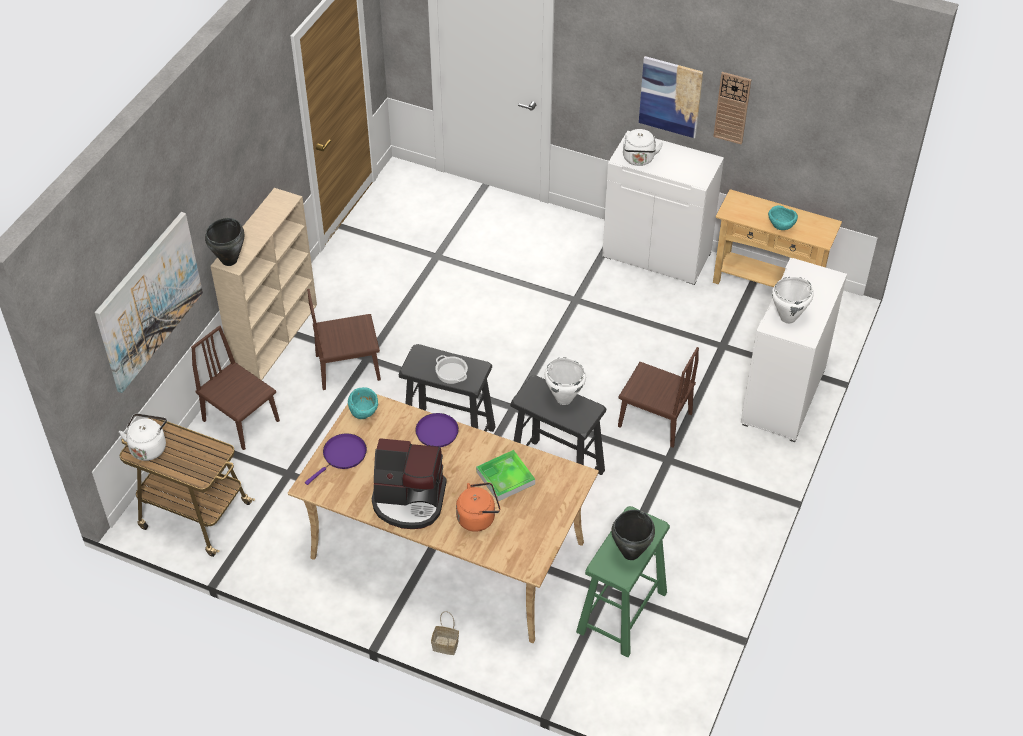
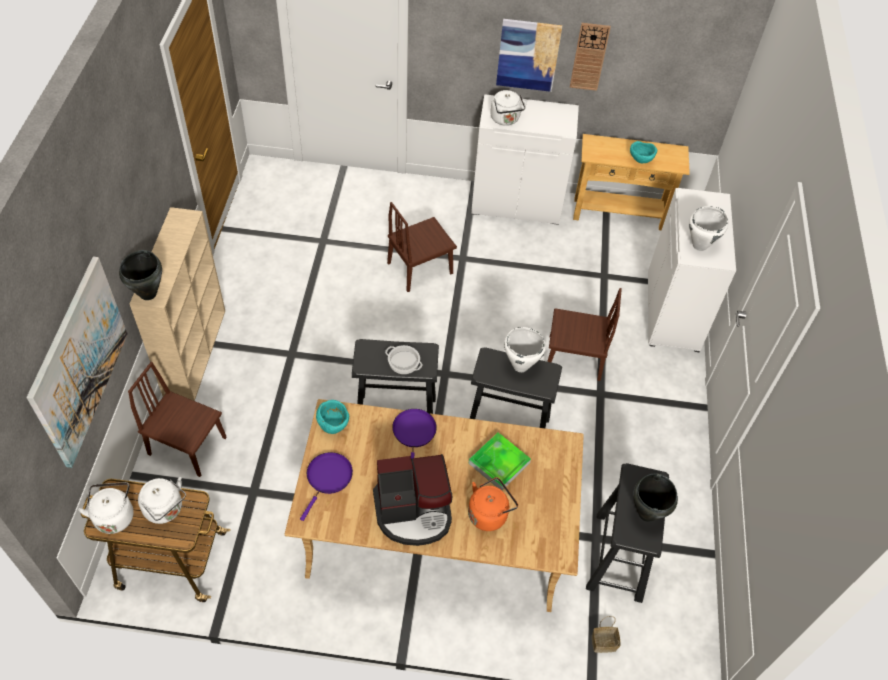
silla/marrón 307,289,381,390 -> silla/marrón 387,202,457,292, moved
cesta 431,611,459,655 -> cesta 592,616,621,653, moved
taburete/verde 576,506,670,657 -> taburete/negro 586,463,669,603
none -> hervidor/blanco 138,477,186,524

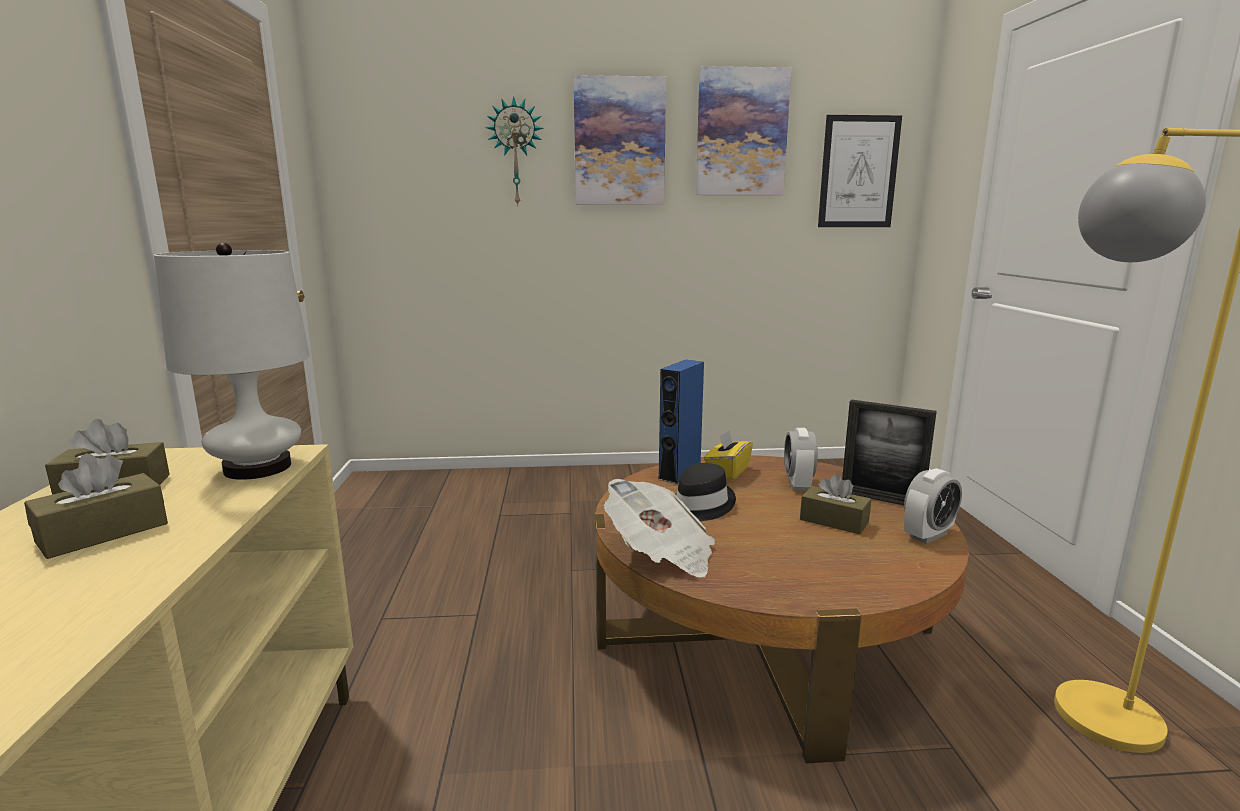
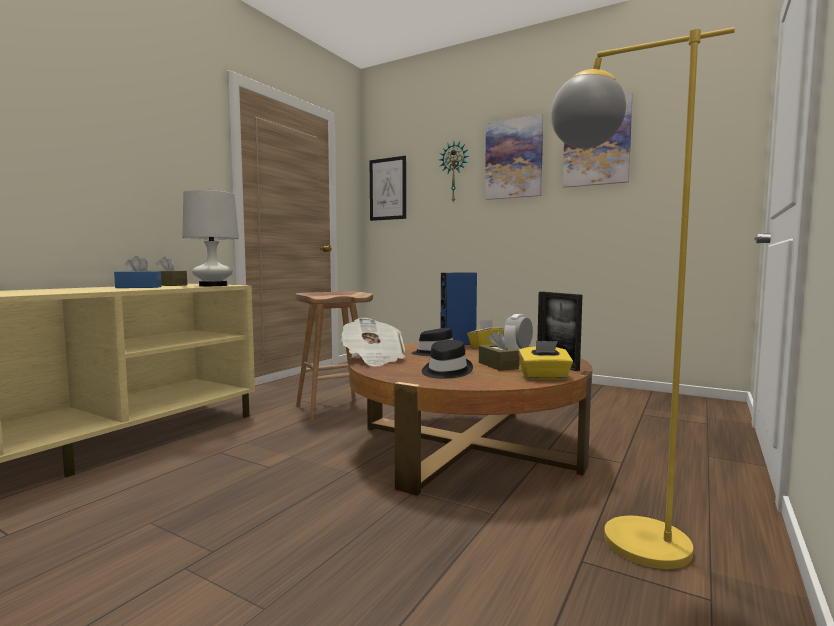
caja de pañuelos/marrón 24,454,168,559 -> caja de pañuelos/azul 114,256,162,288
cuadro 818,115,902,227 -> cuadro 370,156,406,221, moved
despertador 904,468,962,544 -> caja de pañuelos/amarillo 518,341,573,380
none -> taburete/marrón 295,292,373,421
none -> sombrero/negro 422,340,473,379

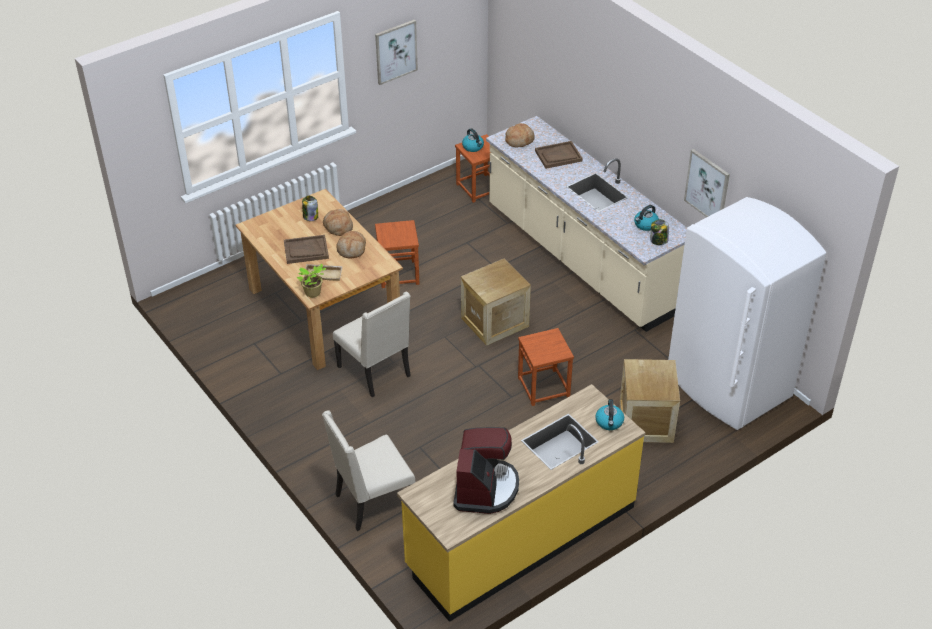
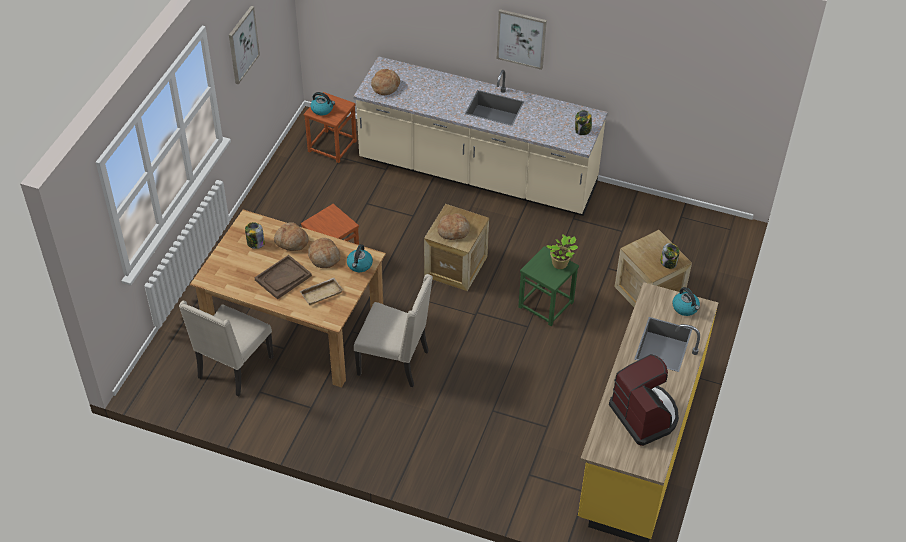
planta en maceta 297,264,327,297 -> planta en maceta 546,234,578,269, moved
silla/beis 322,410,415,531 -> silla/beis 179,301,274,397, moved
taburete/marrón 518,328,574,406 -> taburete/verde 518,246,579,326
bandeja/marrón 535,141,583,169 -> none
hervidor 634,205,659,231 -> hervidor 347,244,373,272, moved
nevera/blanco 668,197,827,430 -> none
cuadro 684,149,730,217 -> cuadro 497,9,547,70, moved
none -> pan 437,213,470,240
none -> tarro 661,243,679,269

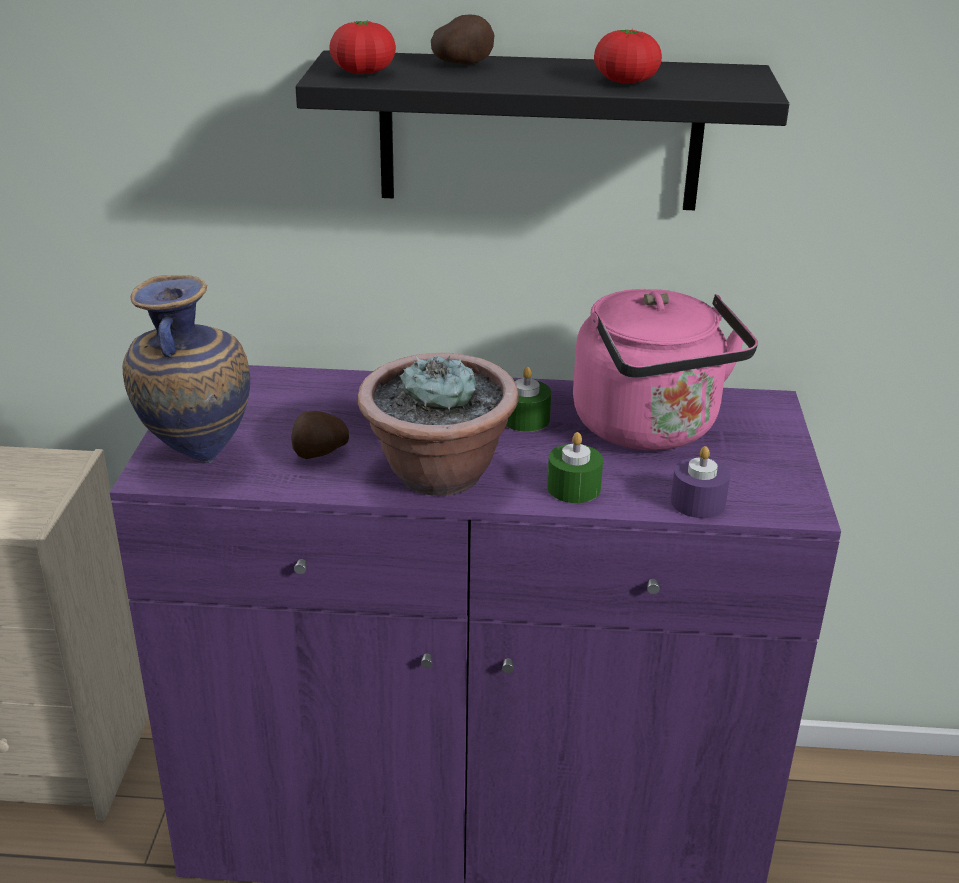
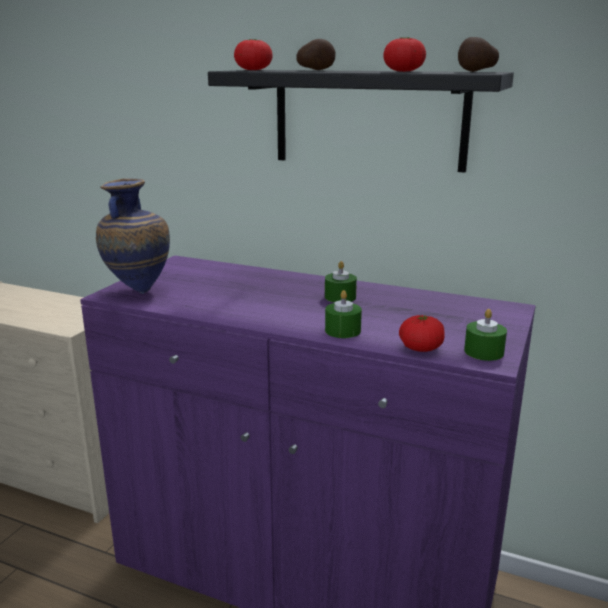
patata 291,411,349,459 -> patata 458,37,499,72, moved
planta en maceta 358,353,519,496 -> none
hervidor/rosa 573,289,758,450 -> none
vela/morado 671,446,730,518 -> tomate 399,315,445,352
none -> vela/verde 464,309,507,361

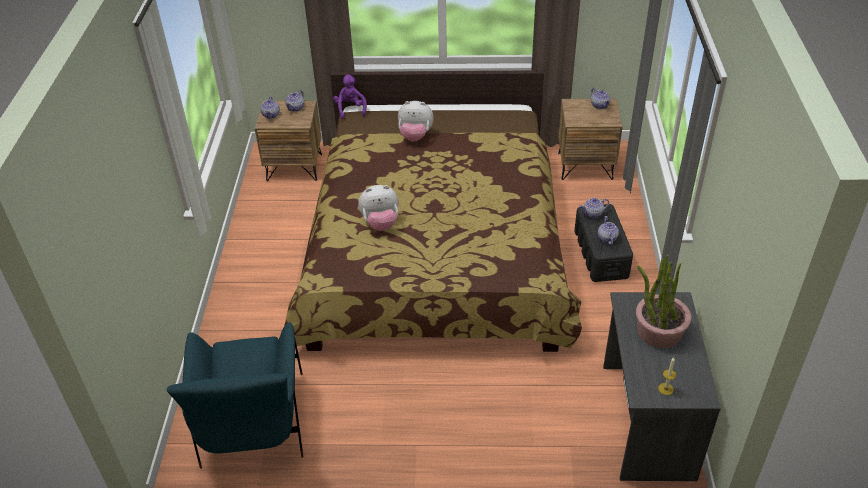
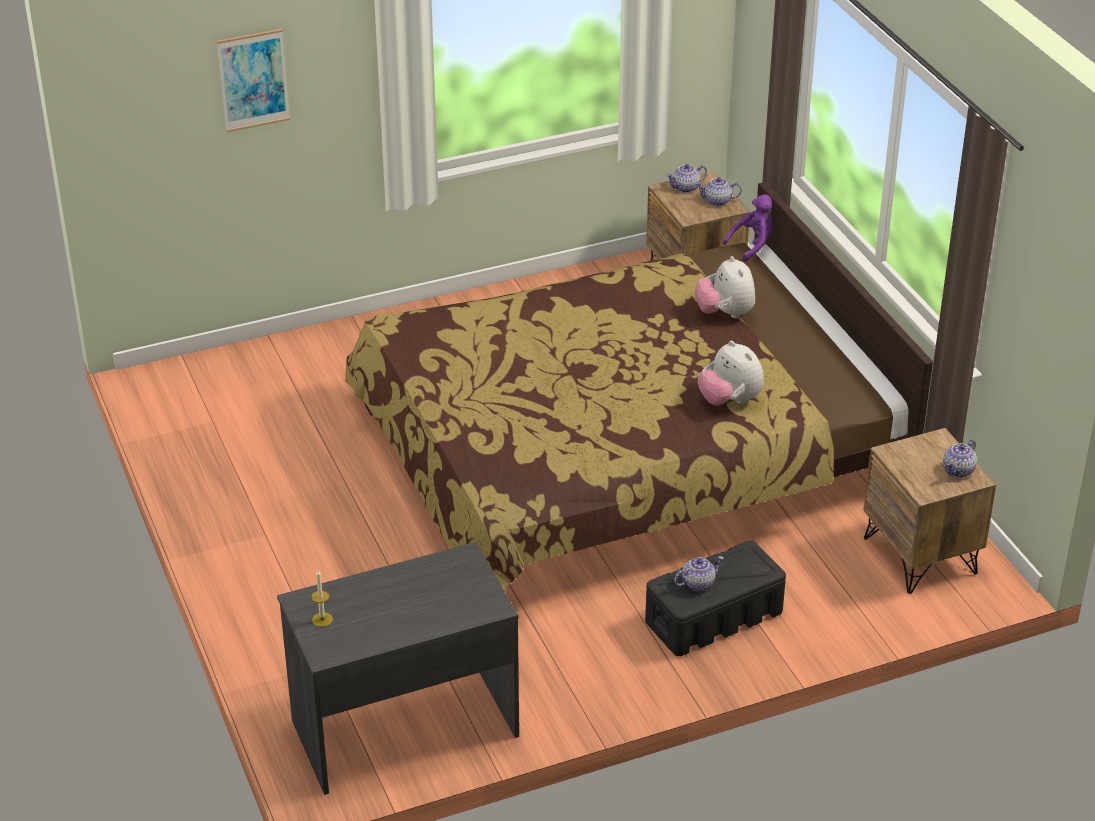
sillón/azul 167,322,303,469 -> none
peluche 358,185,398,231 -> peluche 698,341,764,405, moved
tetera 579,198,609,218 -> none
planta en maceta 636,255,691,348 -> none
none -> cuadro 217,29,290,132

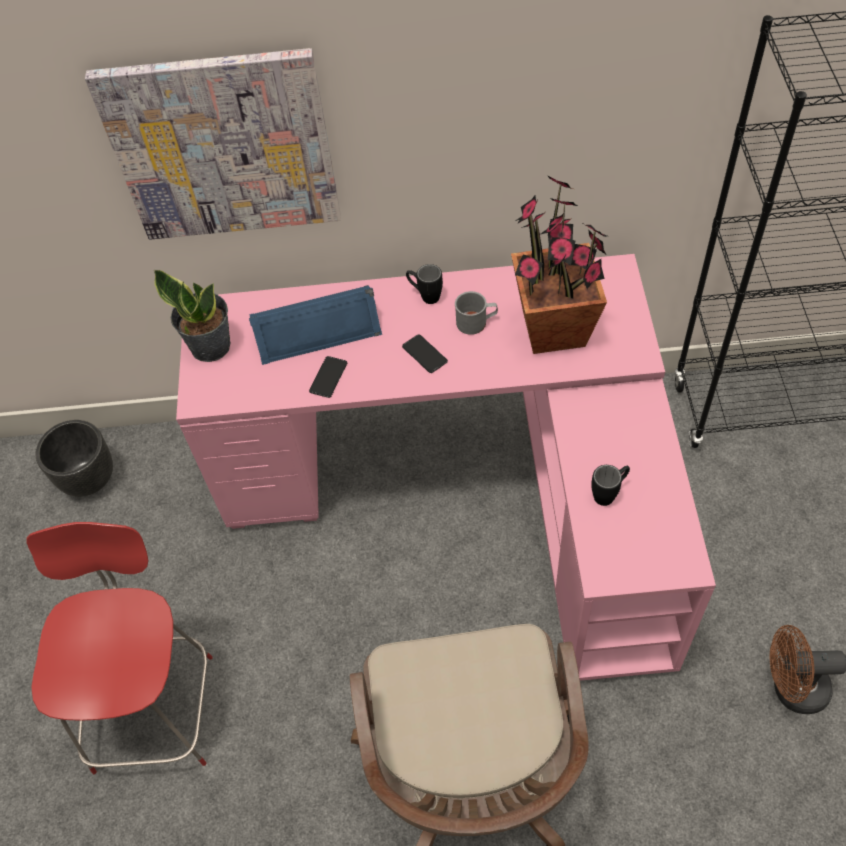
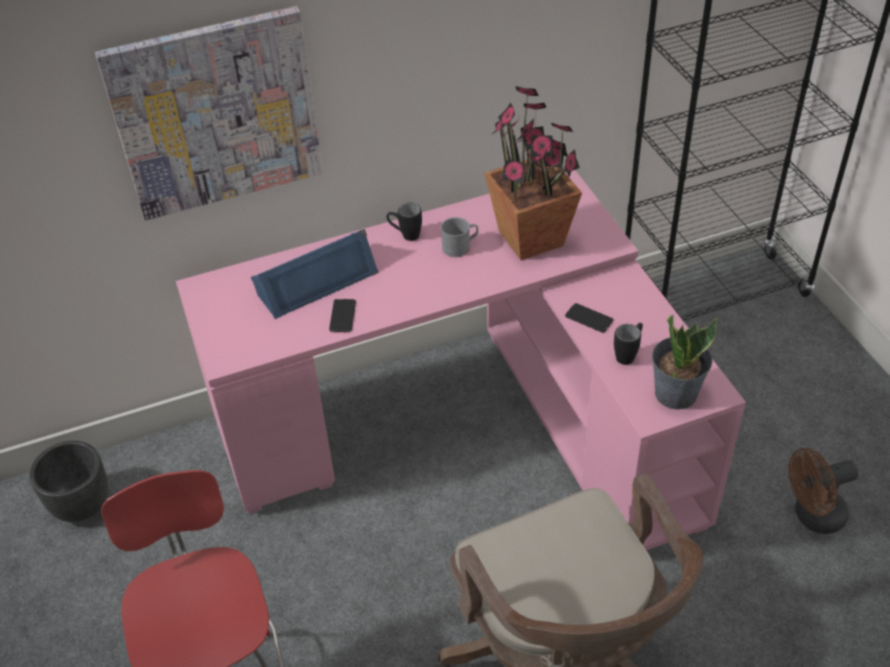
planta en maceta 154,270,231,362 -> planta en maceta 652,314,718,410, moved
móvil 402,334,448,373 -> móvil 565,303,614,333, moved

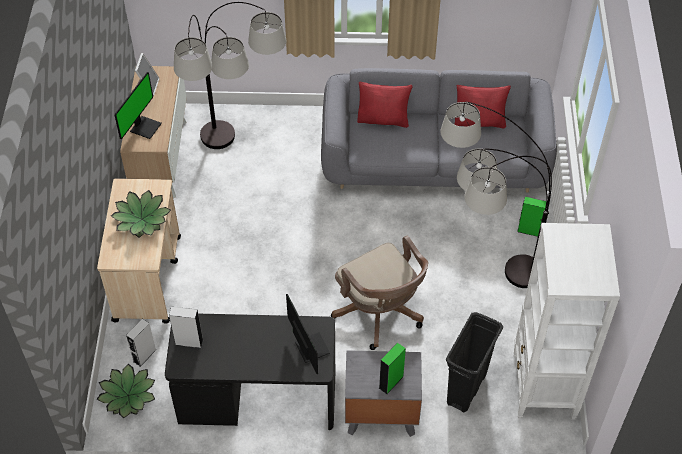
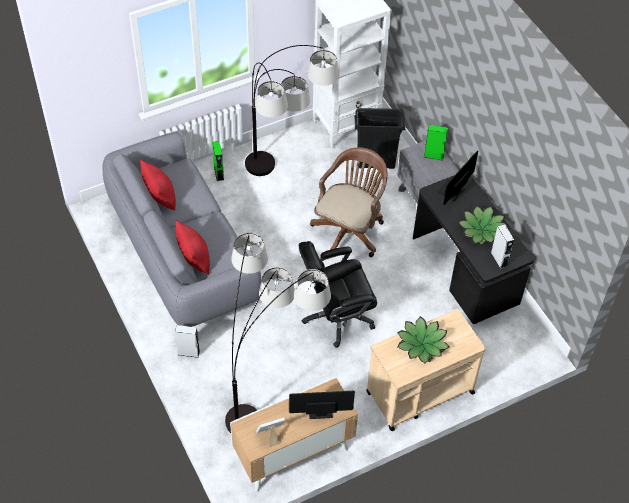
planta en maceta 97,363,155,418 -> planta en maceta 458,206,509,245, moved
altavoz/gris 126,319,156,367 -> altavoz/gris 175,325,200,358, moved
none -> silla de oficina/negro 299,241,377,348

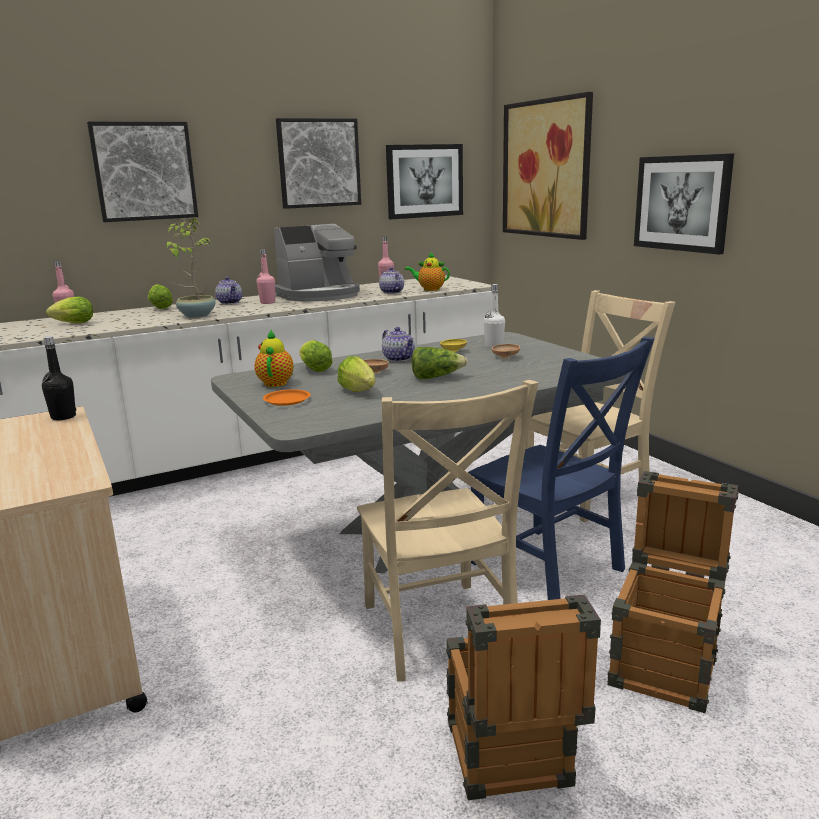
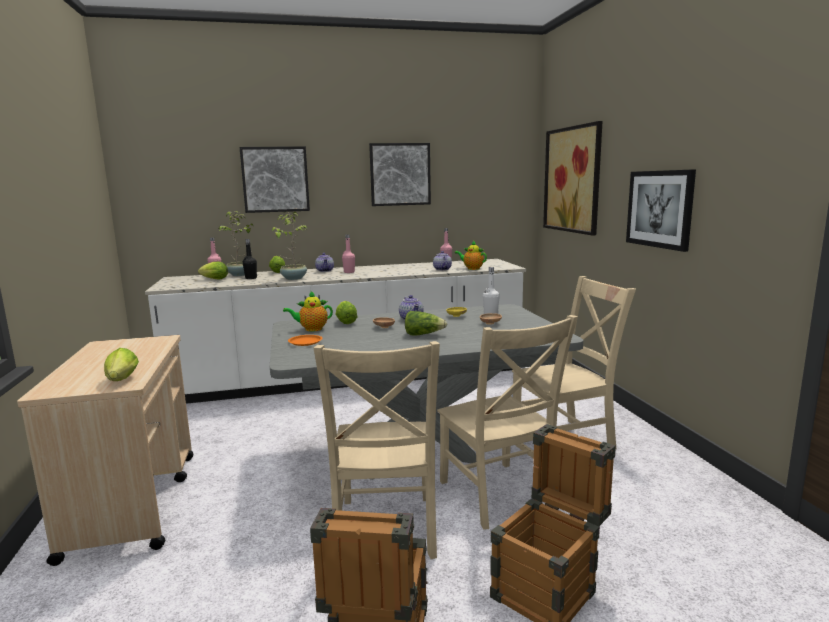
botella/negro 42,336,76,420 -> botella/negro 243,239,257,279, moved
tetera 254,330,293,387 -> tetera 283,291,333,331, 120 degrees counterclockwise
cafetera 274,224,360,302 -> none
lechuga 338,356,375,392 -> lechuga 104,348,139,381, moved
cuadro 386,144,463,219 -> none
silla/azul 468,337,655,600 -> silla/beis 437,315,578,530
none -> planta en maceta 219,211,253,276

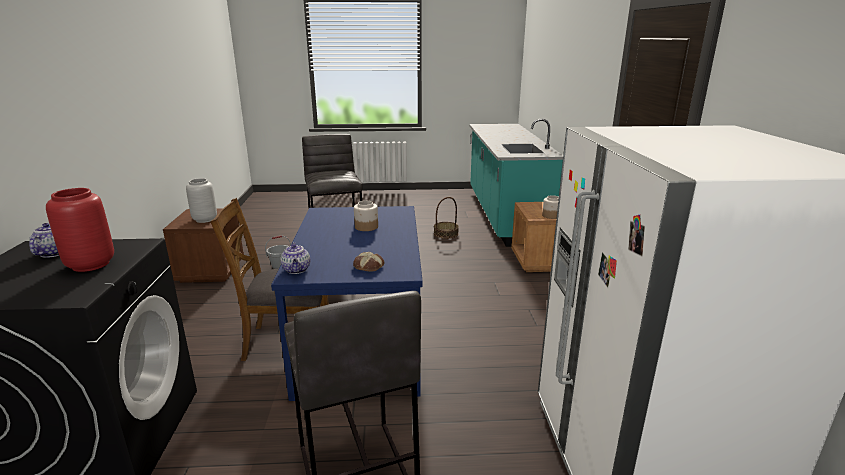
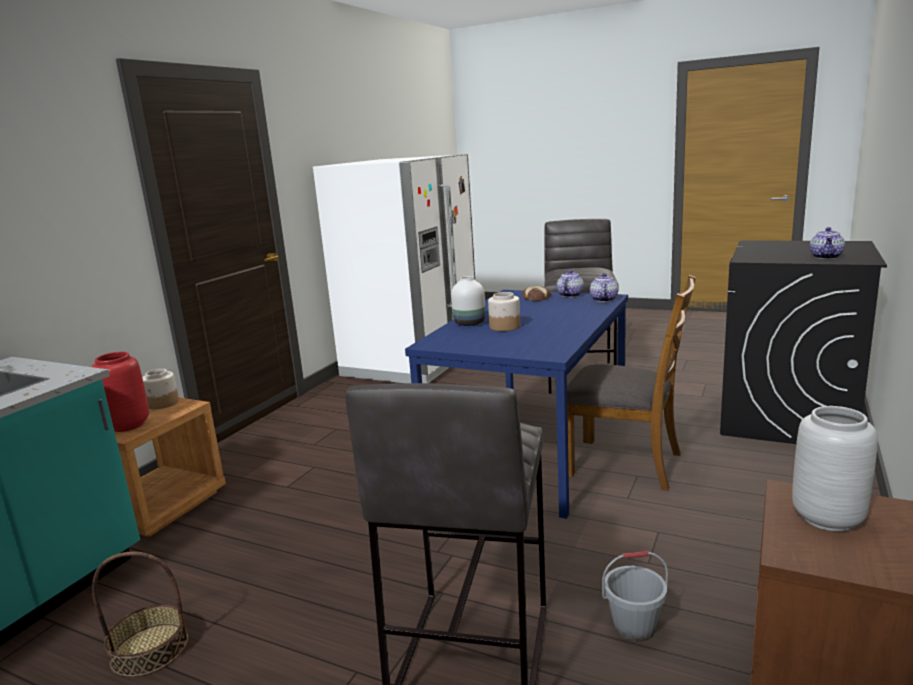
florero/rojo 46,188,114,272 -> florero/rojo 91,352,149,432, moved
none -> florero/blanco 451,276,486,326
none -> tetera 557,270,584,297

